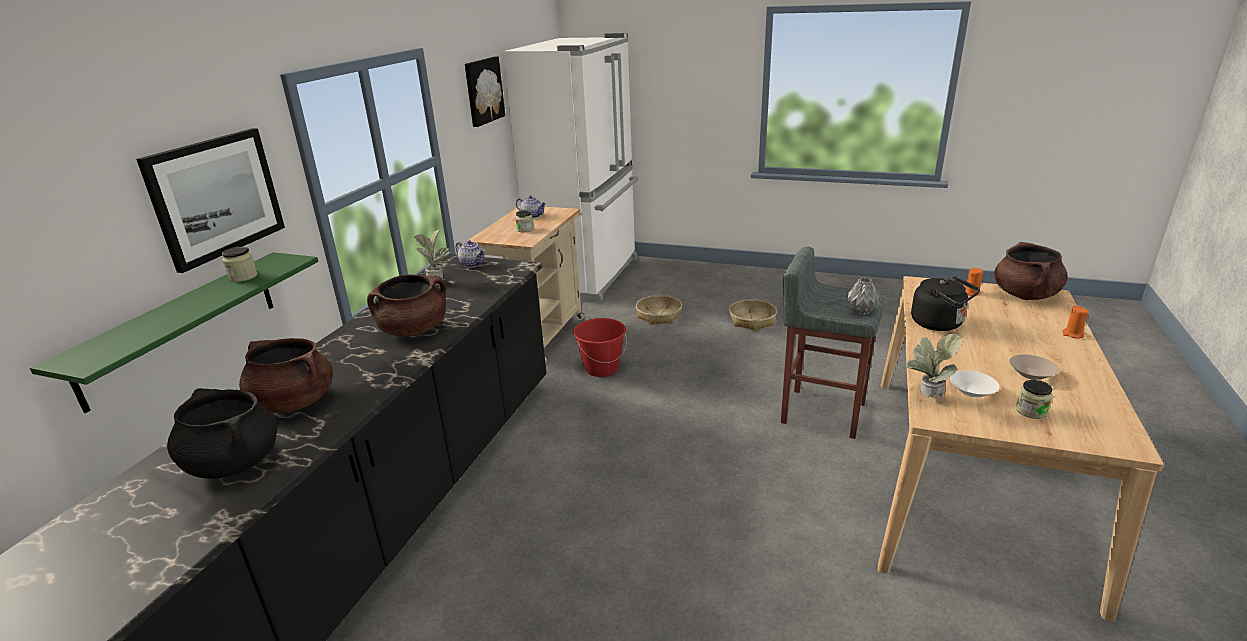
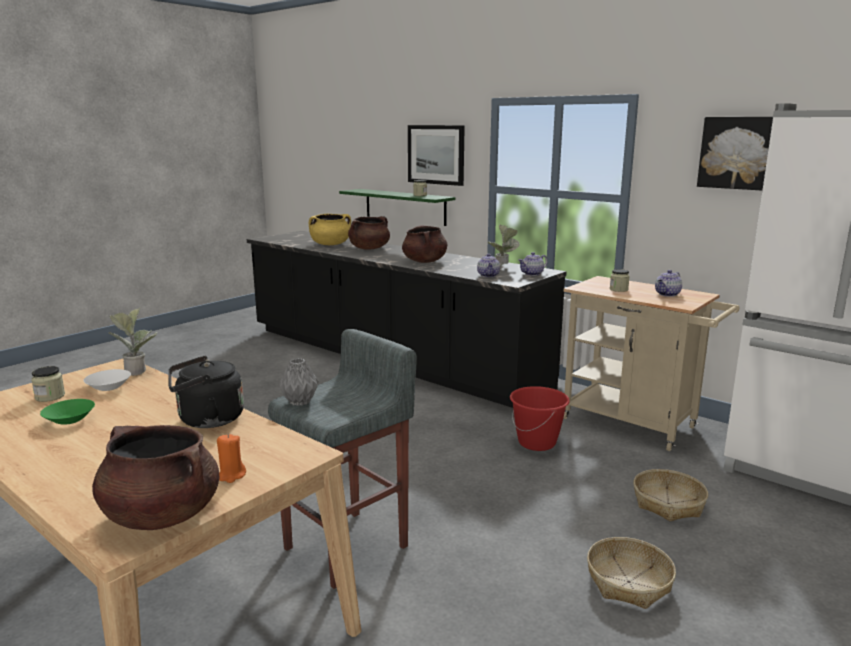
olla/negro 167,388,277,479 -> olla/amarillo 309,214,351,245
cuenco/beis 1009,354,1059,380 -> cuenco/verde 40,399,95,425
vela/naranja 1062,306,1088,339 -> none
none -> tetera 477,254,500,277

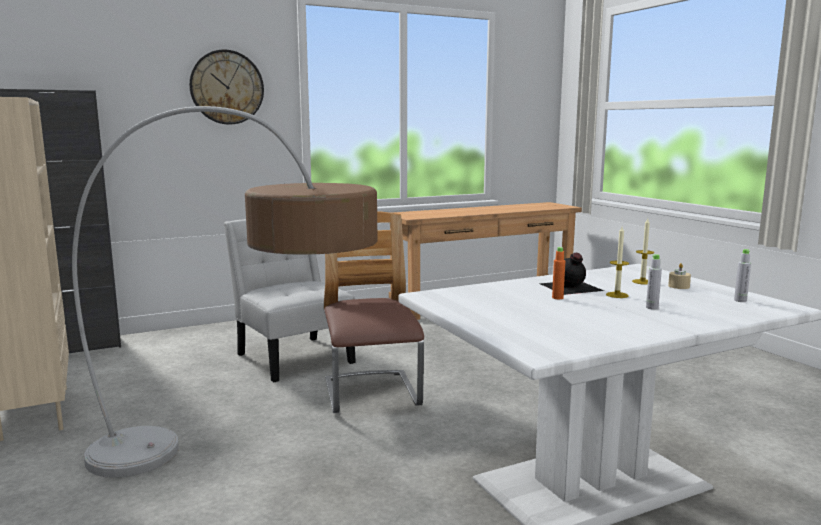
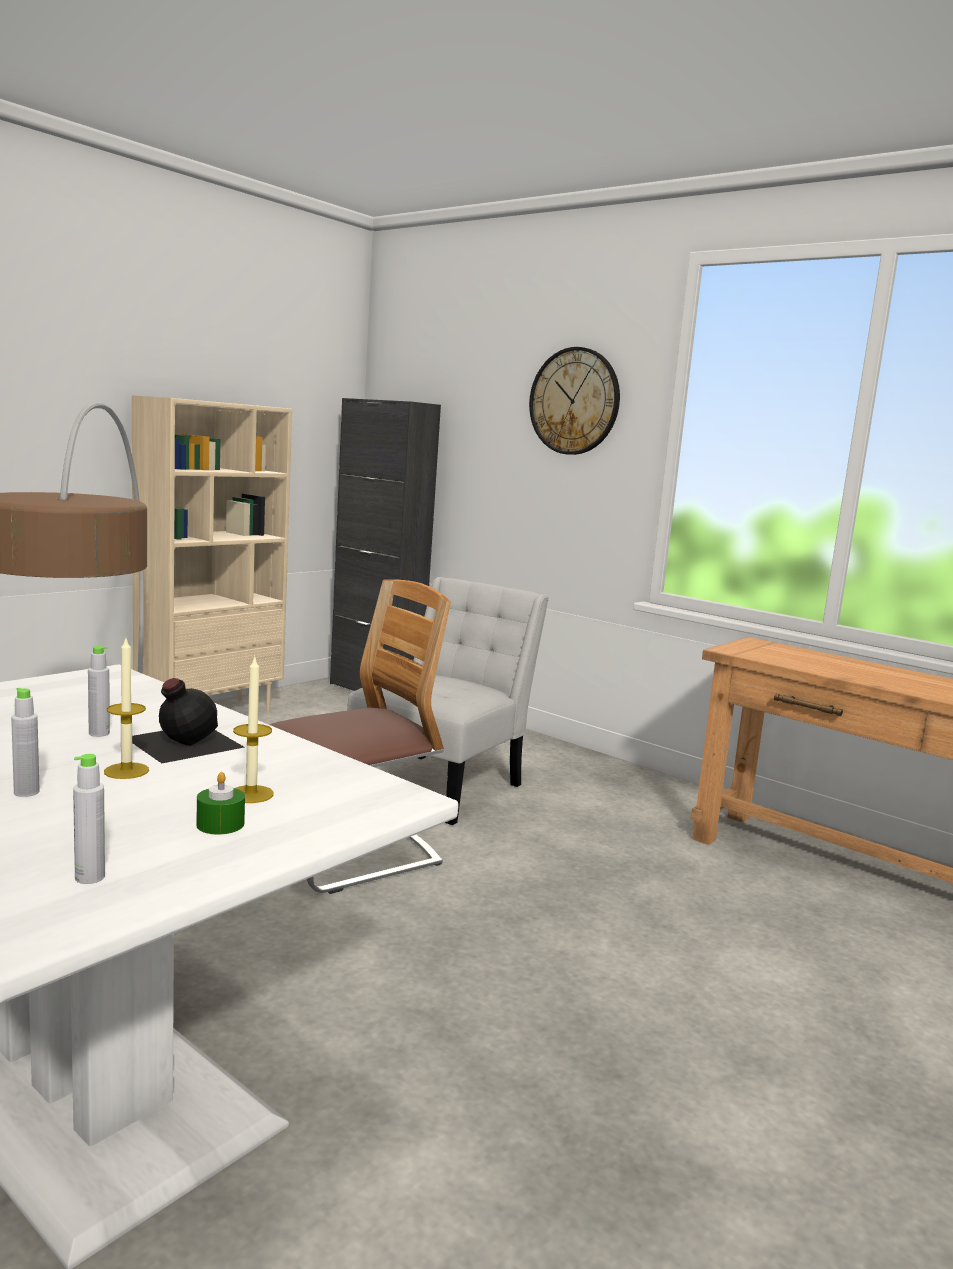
botella/naranja 552,247,565,299 -> botella/gris 88,646,110,737
vela/beis 668,263,691,289 -> vela/verde 196,772,245,835

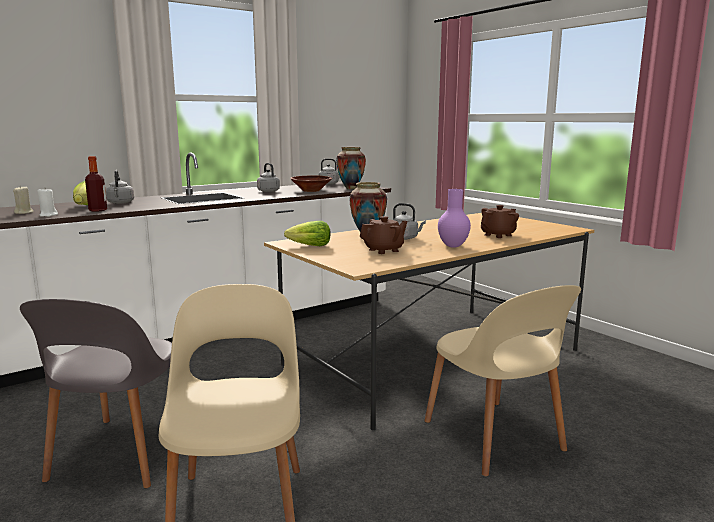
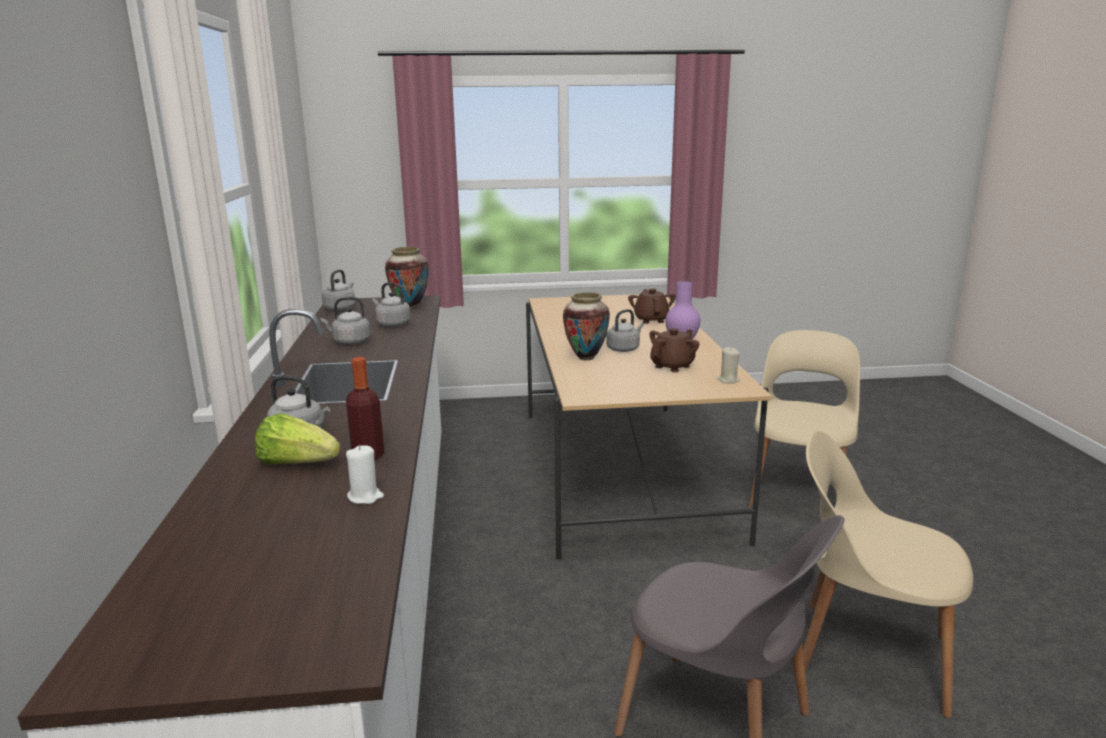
vela/beis 13,186,33,214 -> vela/beis 717,347,740,384, moved
lechuga 284,221,330,246 -> none
cuenco/marrón 290,175,332,192 -> hervidor/gris 372,283,411,327
tetera/marrón 360,216,407,254 -> tetera/marrón 650,328,699,372, 45 degrees clockwise
silla/beis 424,285,581,476 -> silla/beis 749,330,860,515, 75 degrees counterclockwise

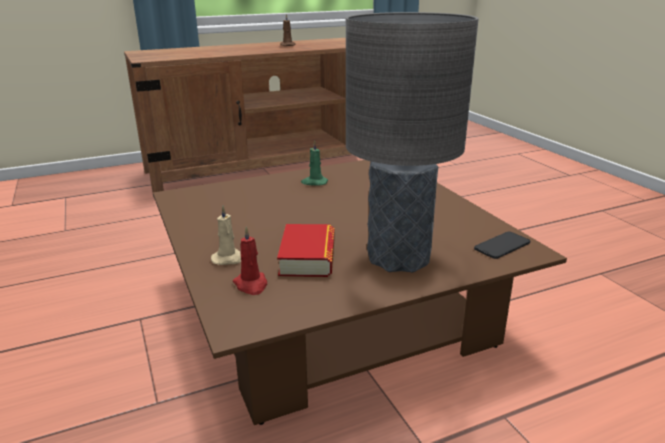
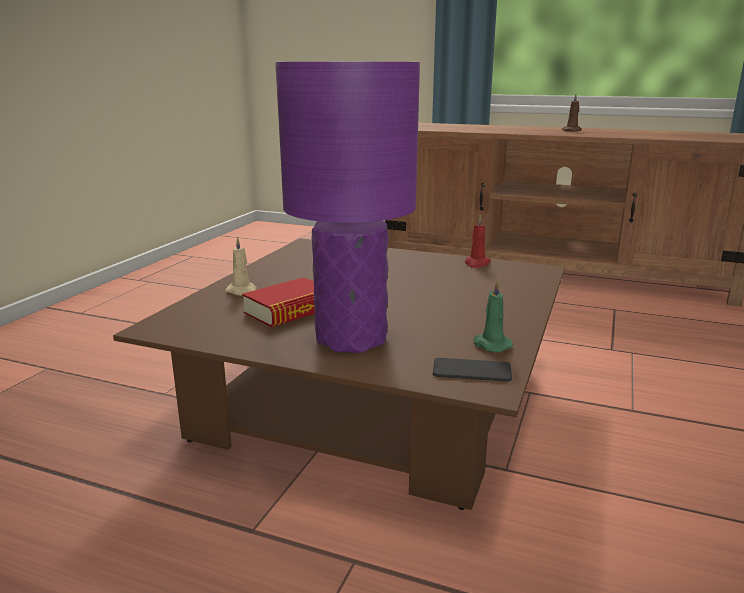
vela/rojo 233,226,267,295 -> vela/rojo 465,215,491,268, moved
vela/verde 301,140,328,186 -> vela/verde 474,280,513,352, moved
lámpara de mesa/gris 346,12,479,272 -> lámpara de mesa/morado 275,62,420,353

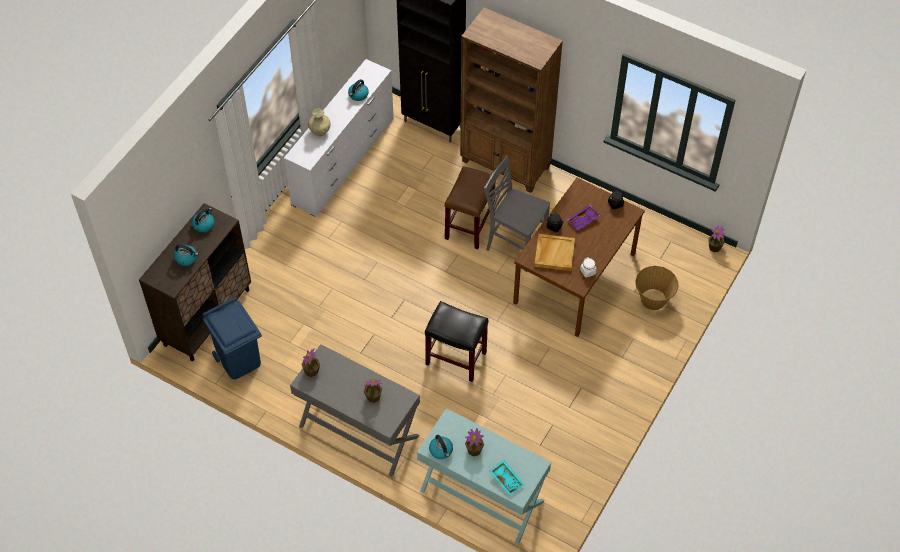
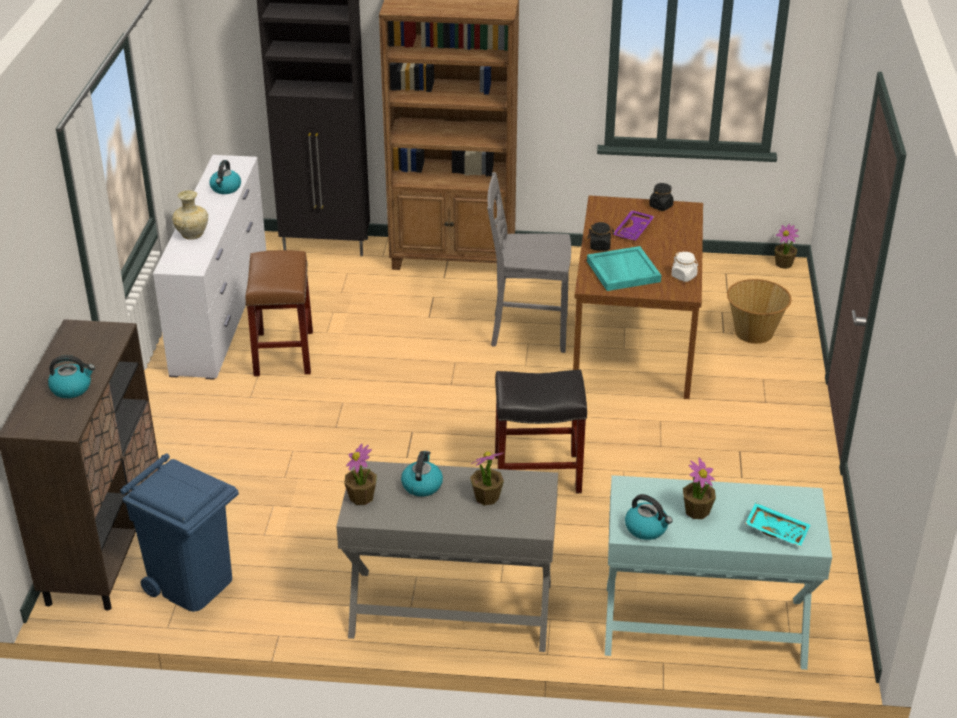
hervidor 192,208,214,233 -> hervidor 401,451,443,497, moved
taburete/marrón 445,166,496,249 -> taburete/marrón 245,250,313,377, moved
bandeja/beis 534,234,575,271 -> bandeja/turquesa 587,246,661,291

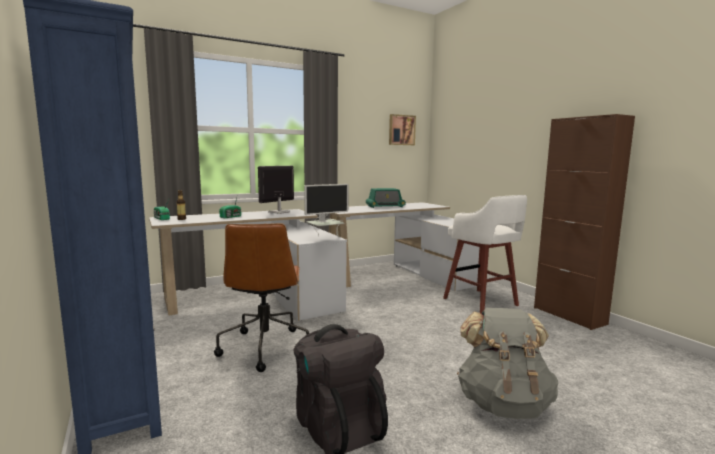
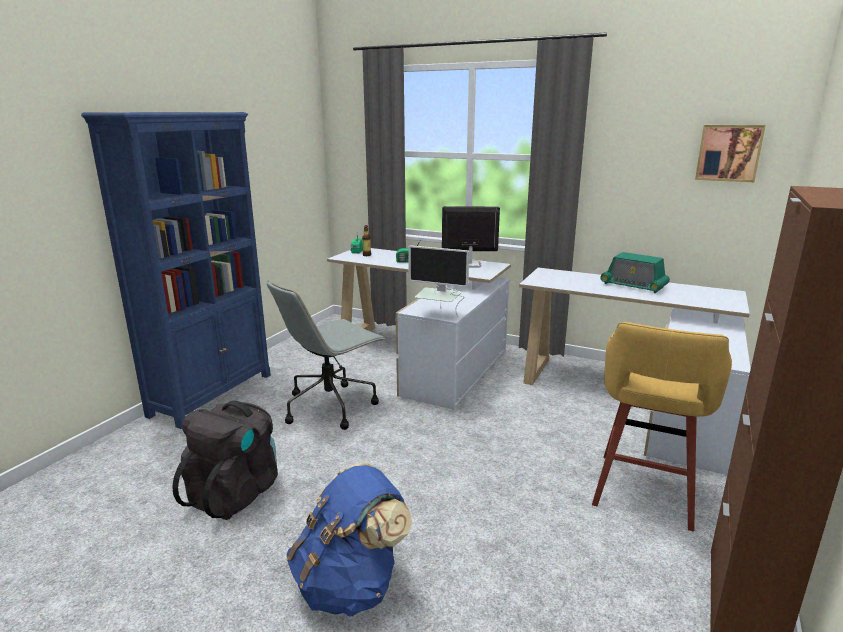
silla de oficina/marrón 214,223,309,372 -> silla de oficina/gris 267,280,385,430
taburete/blanco 443,195,527,313 -> taburete/amarillo 592,322,732,532
mochila/gris 457,308,559,419 -> mochila/azul 287,463,413,617

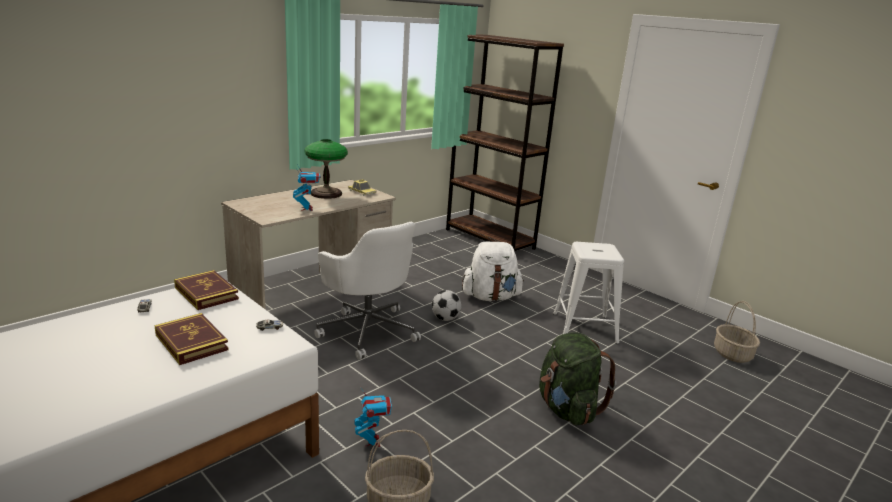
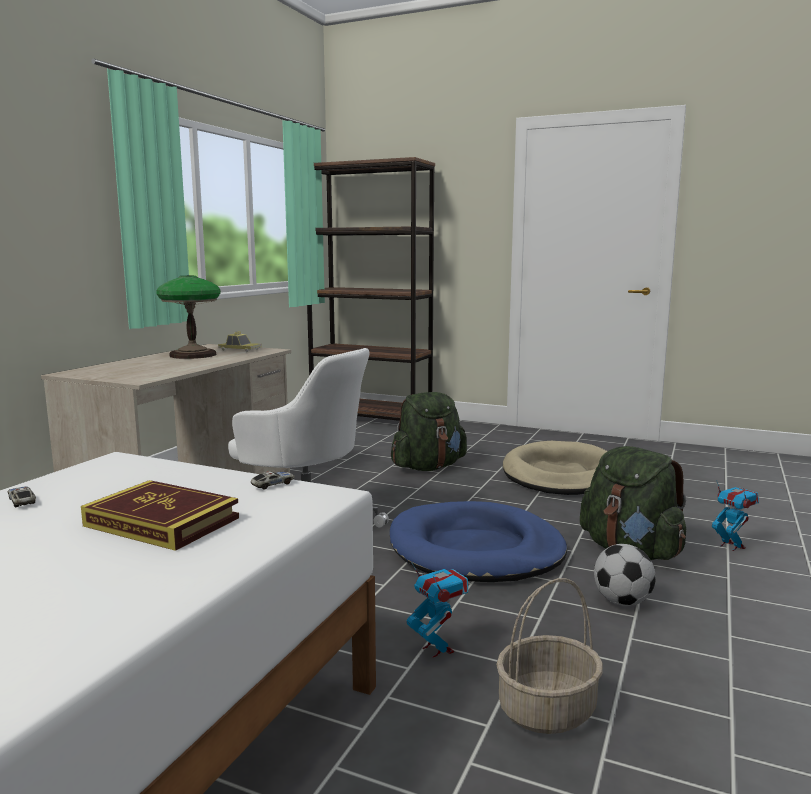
libro 174,270,239,310 -> none
robot de juguete 293,166,321,211 -> robot de juguete 712,482,759,551, moved
balón de fútbol 432,290,462,321 -> balón de fútbol 594,544,656,606, moved
mochila/blanco 462,242,524,301 -> mochila/verde 391,392,467,471
taburete/blanco 553,242,624,344 -> cama para perro/beis 503,441,607,495
cesta 714,301,760,363 -> none
none -> cama para perro/azul 390,501,567,582

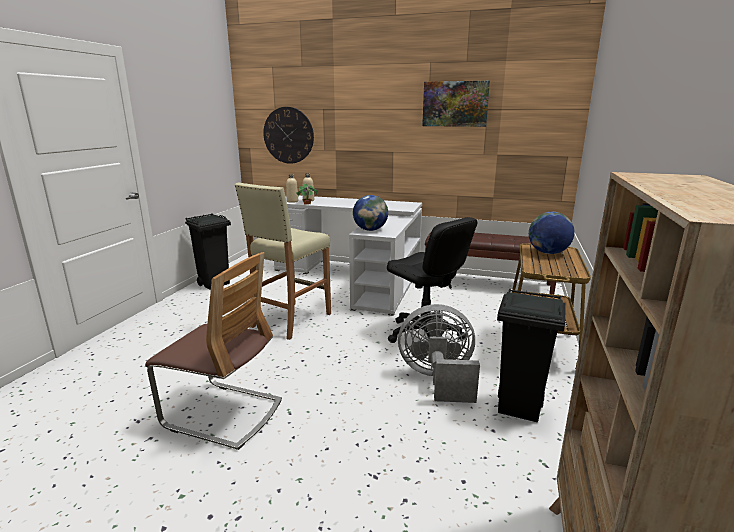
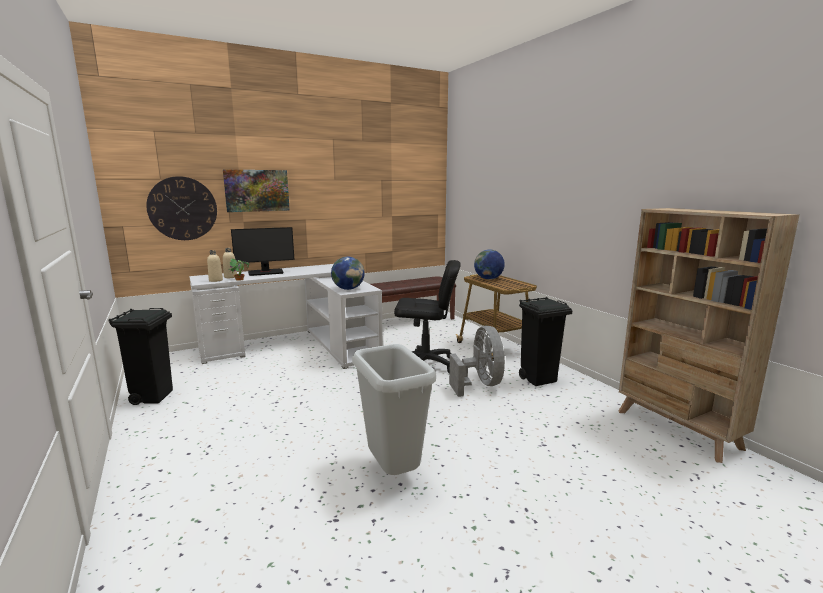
silla 145,252,282,450 -> papelera/gris 352,344,436,475
taburete/beis 235,182,331,340 -> none
ventilador/gris 398,304,480,403 -> ventilador/gris 449,326,505,397, 120 degrees clockwise
cuadro 422,81,490,127 -> cuadro 223,169,290,212, moved
none -> monitor 231,227,294,276

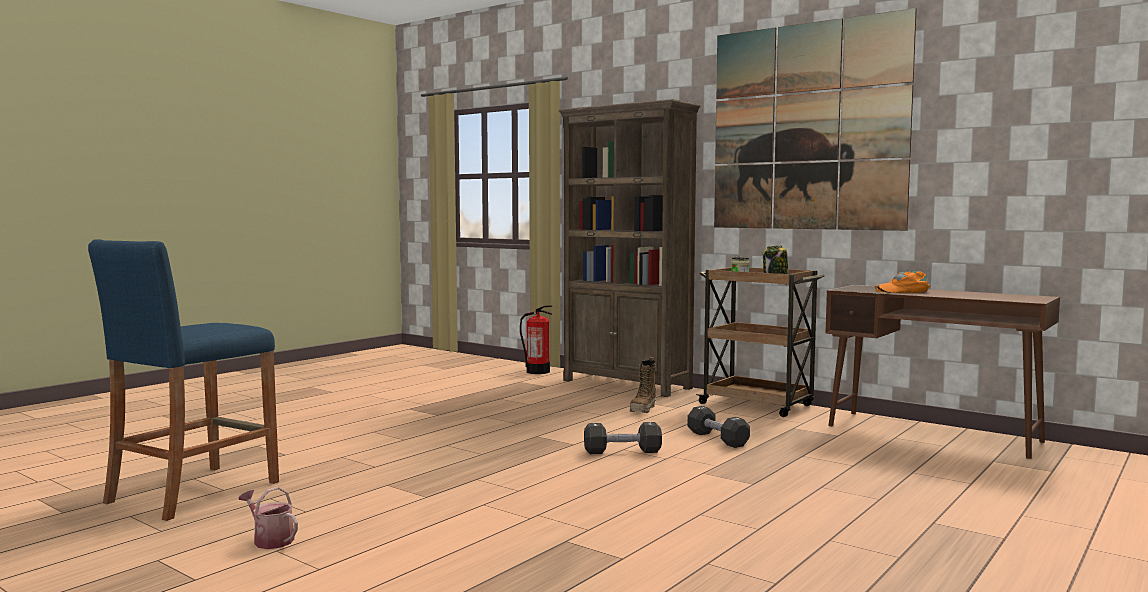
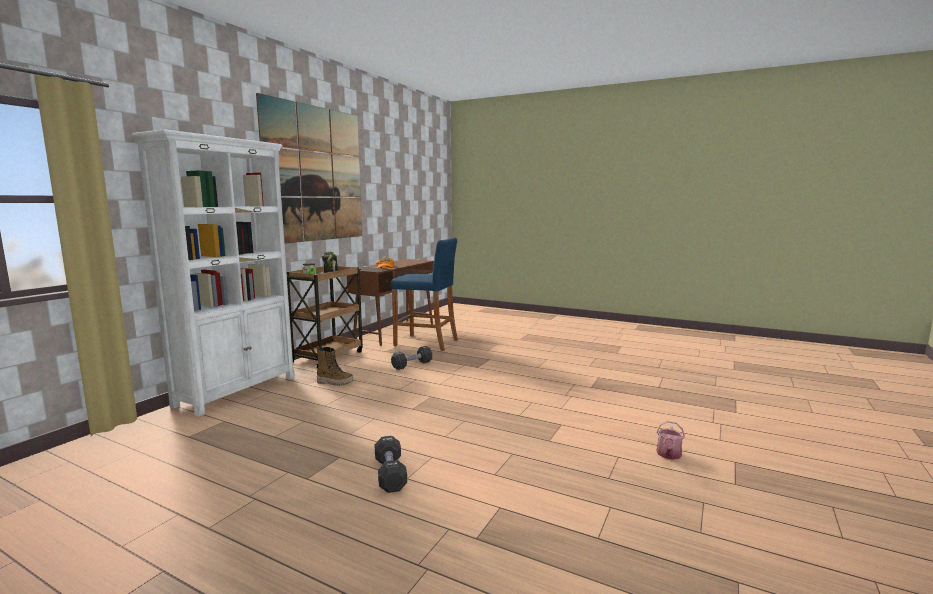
taburete/azul 88,239,279,521 -> taburete/azul 391,237,458,351, moved
extintor 520,305,553,374 -> none
estantería/marrón 559,99,701,397 -> estantería/blanco 132,129,295,417
mancuerna/negro 584,422,662,454 -> mancuerna/negro 375,436,407,493, moved

